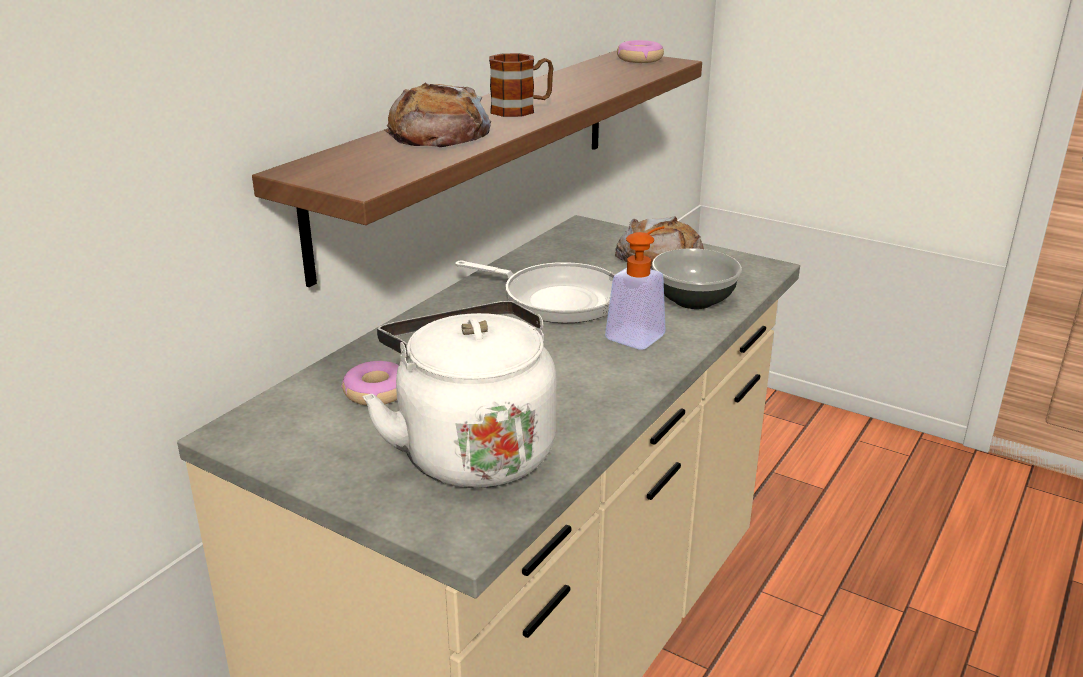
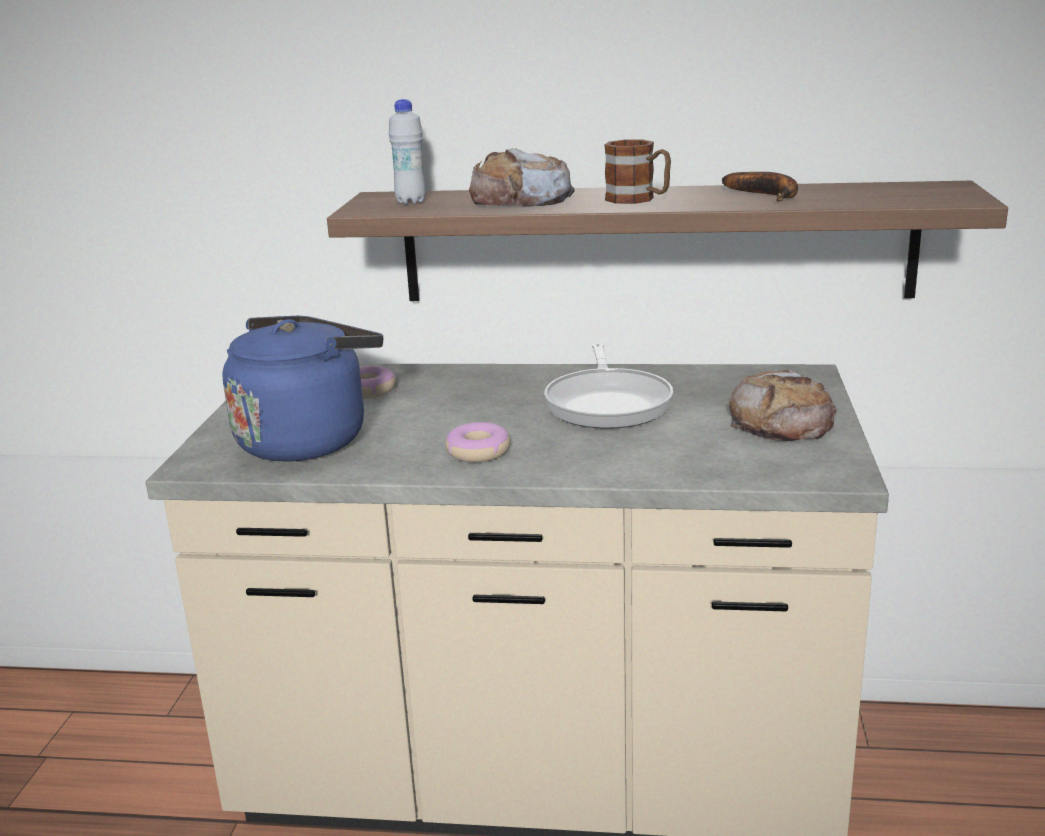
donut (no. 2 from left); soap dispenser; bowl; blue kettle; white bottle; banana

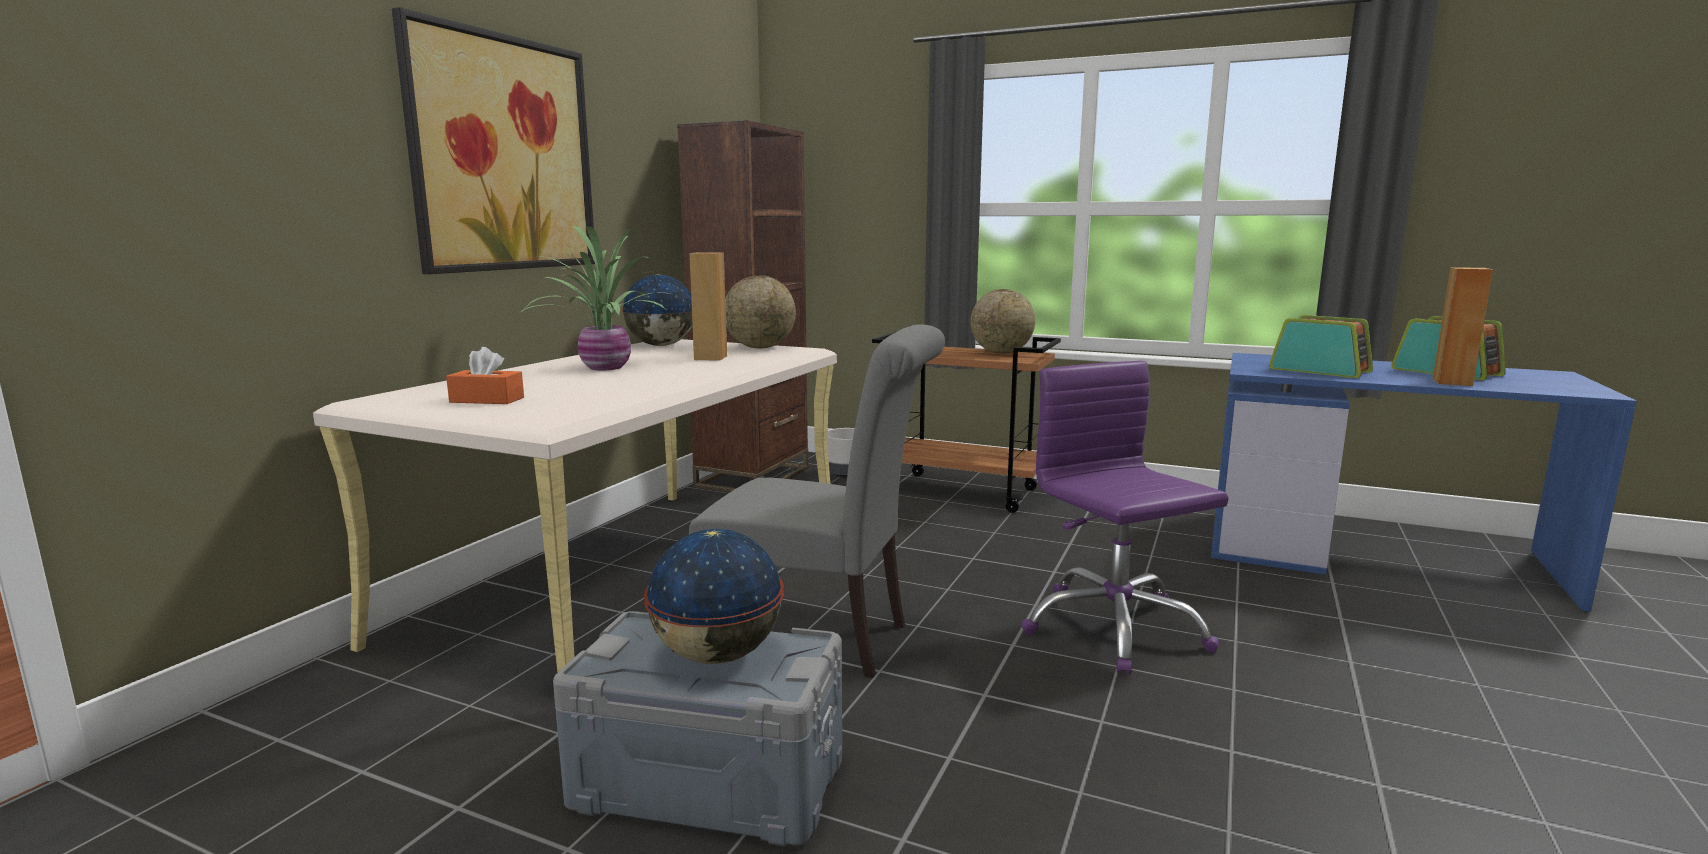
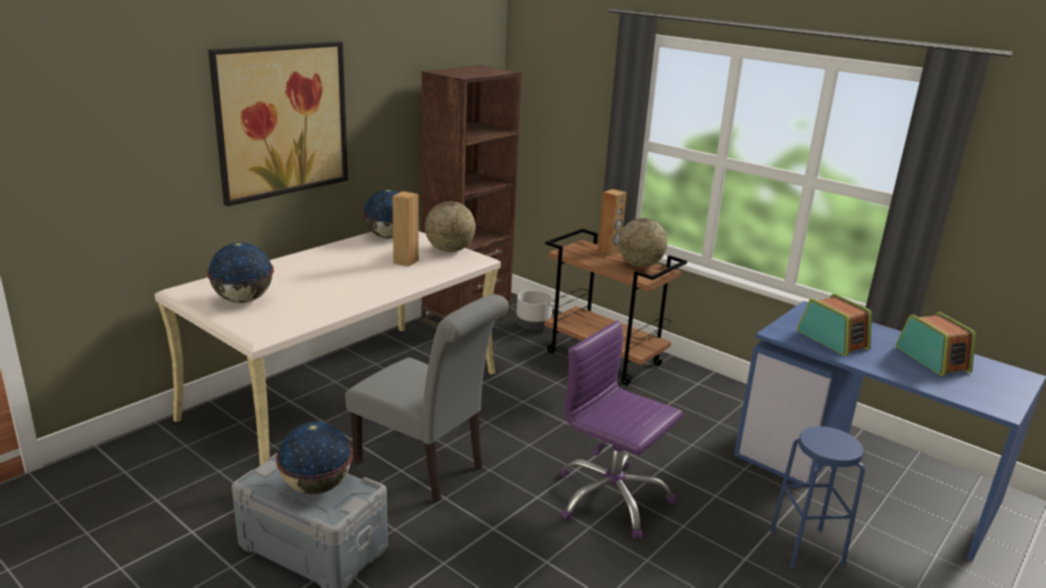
potted plant; brown speaker (no. 2 from left); globe (no. 1 from left); purple office chair; blue stool

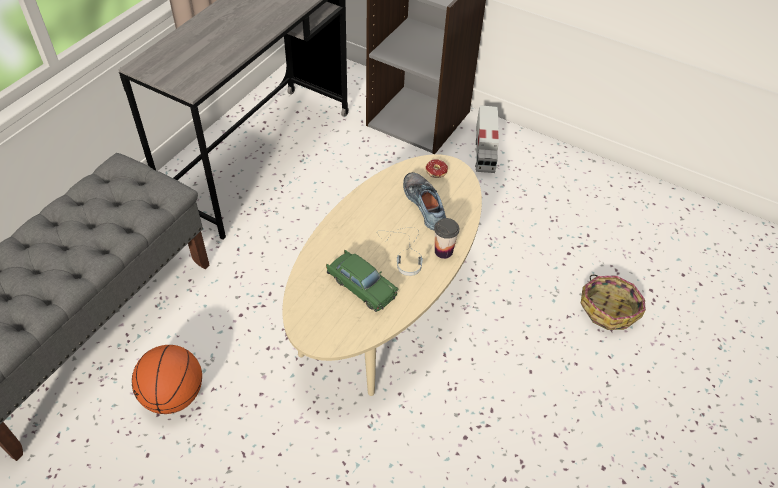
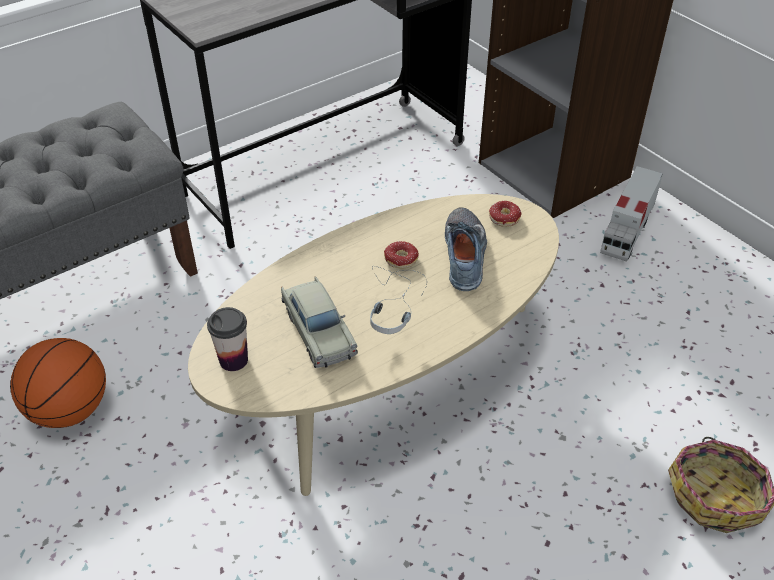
cup; beige toy car; donut (no. 1 from left)

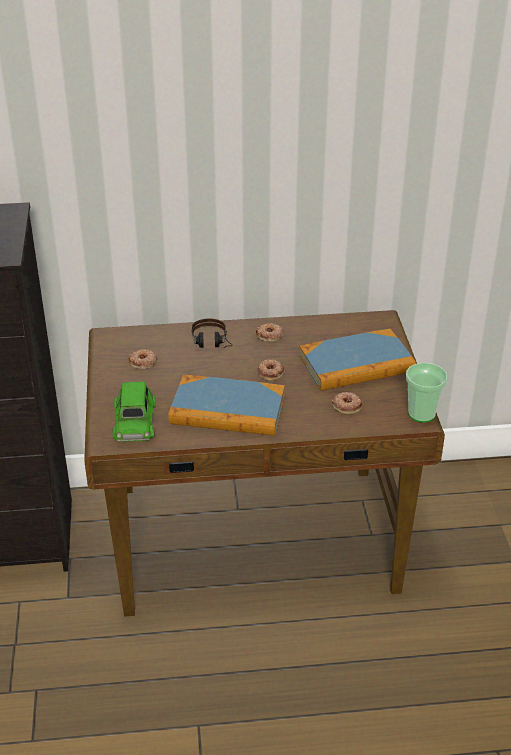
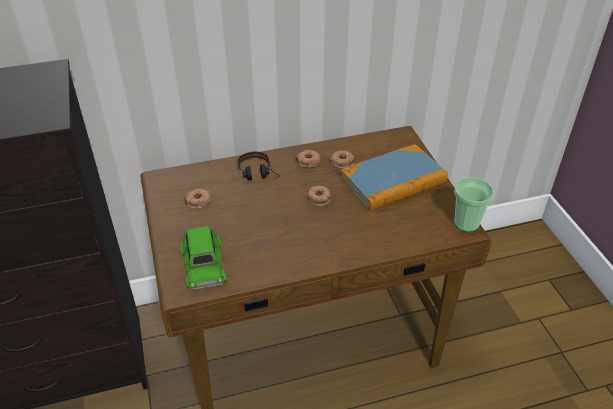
book (no. 1 from left in the first image); donut (no. 4 from left)

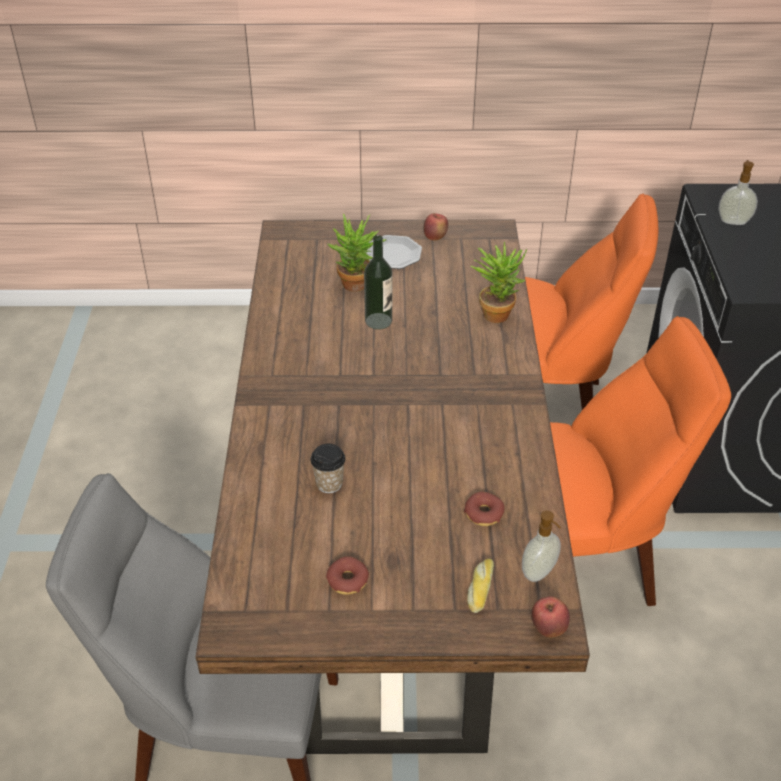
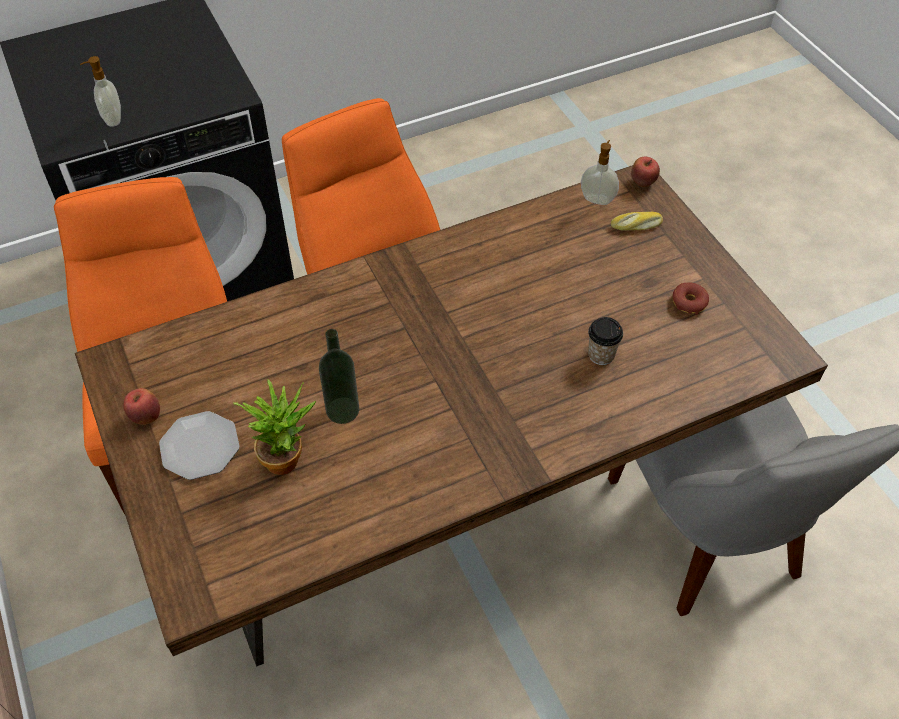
potted plant (no. 2 from left in the first image); donut (no. 2 from left in the first image)

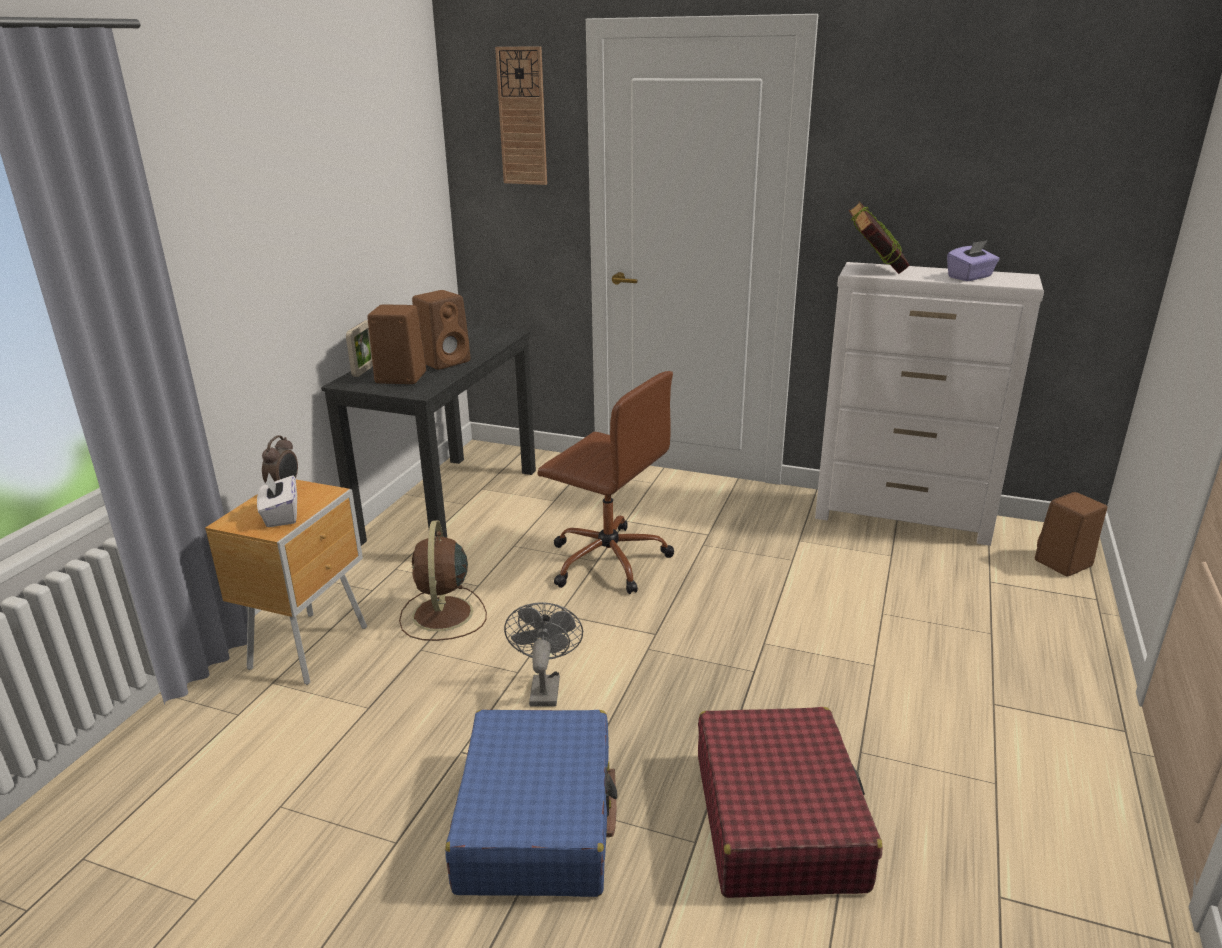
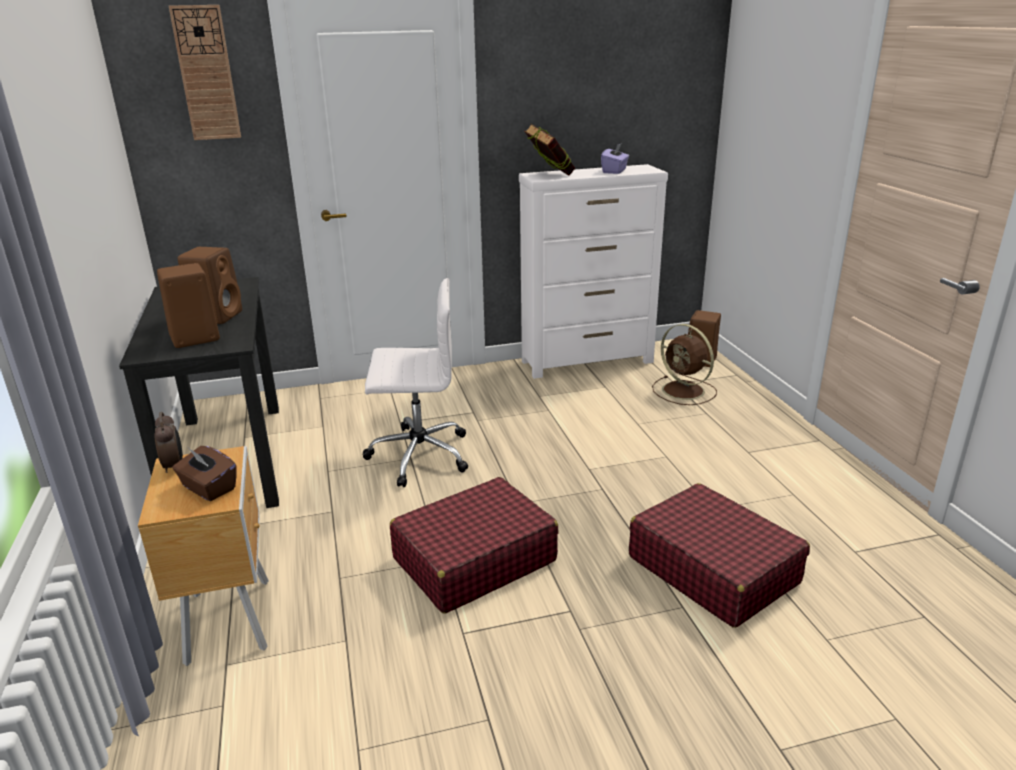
picture frame; white office chair; brown tissue box; brown fan; red suitcase (no. 1 from left); blue suitcase

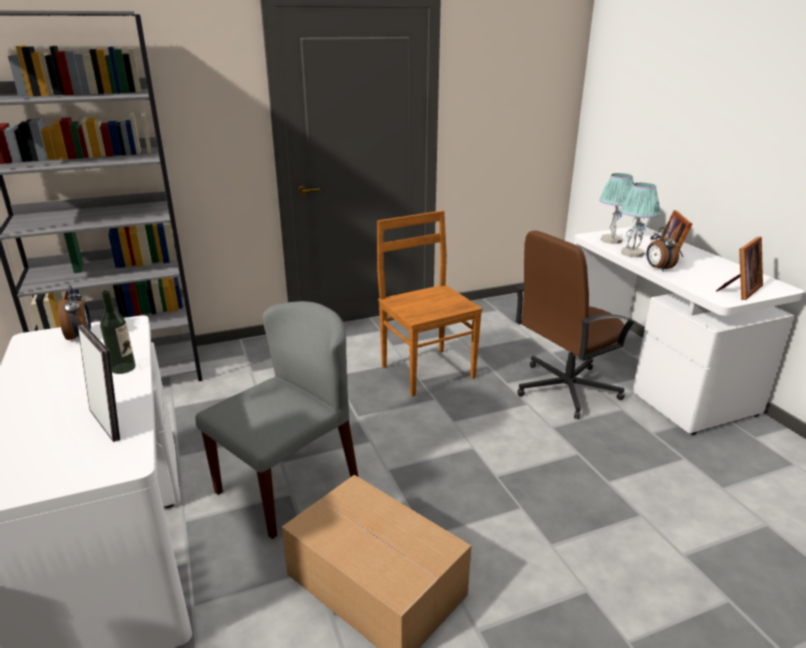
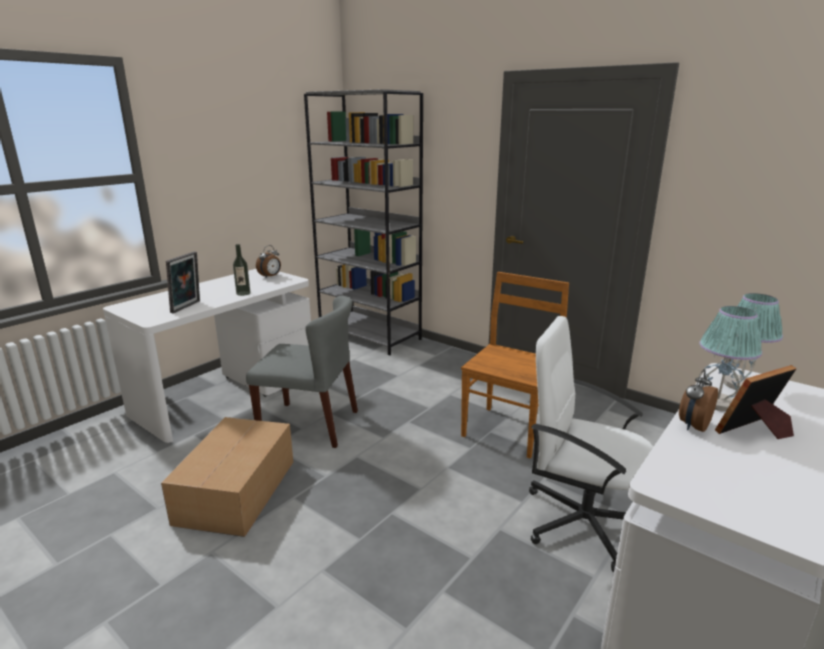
white office chair; picture frame (no. 3 from left in the first image)

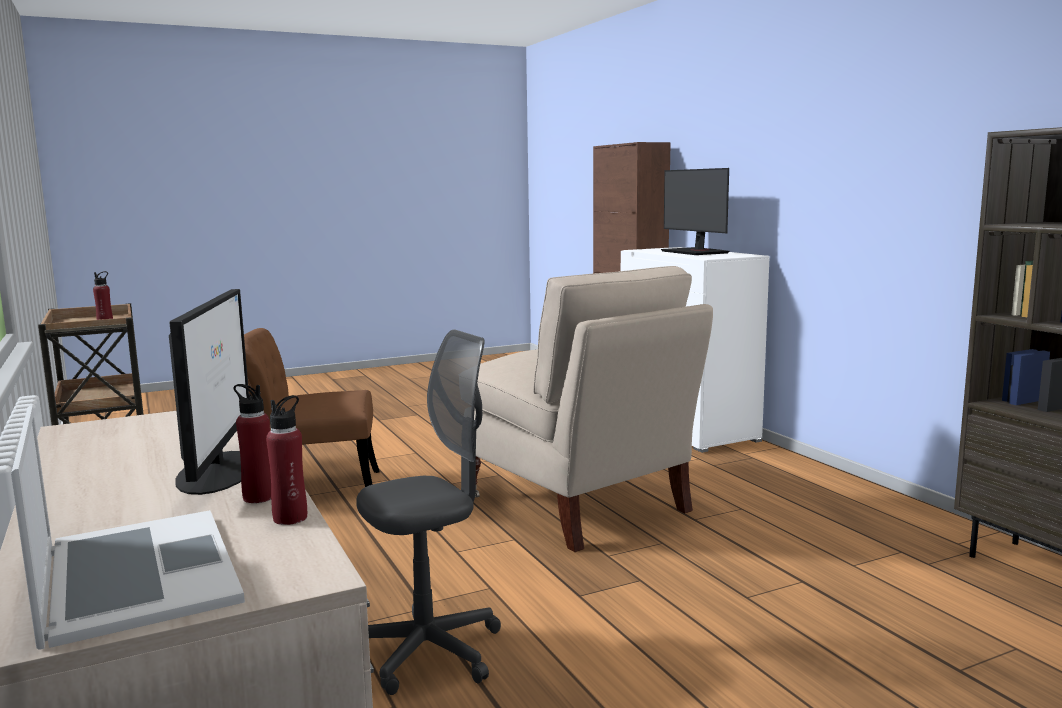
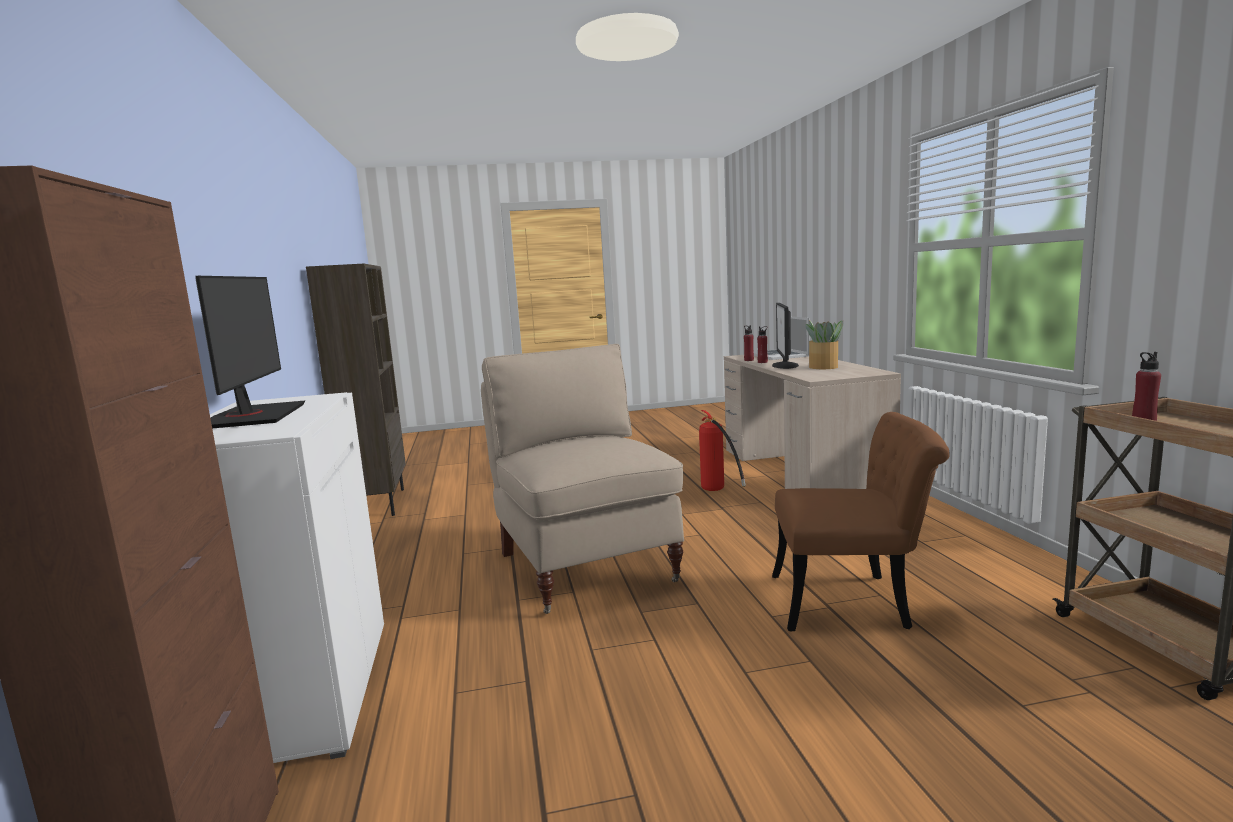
fire extinguisher; potted plant

